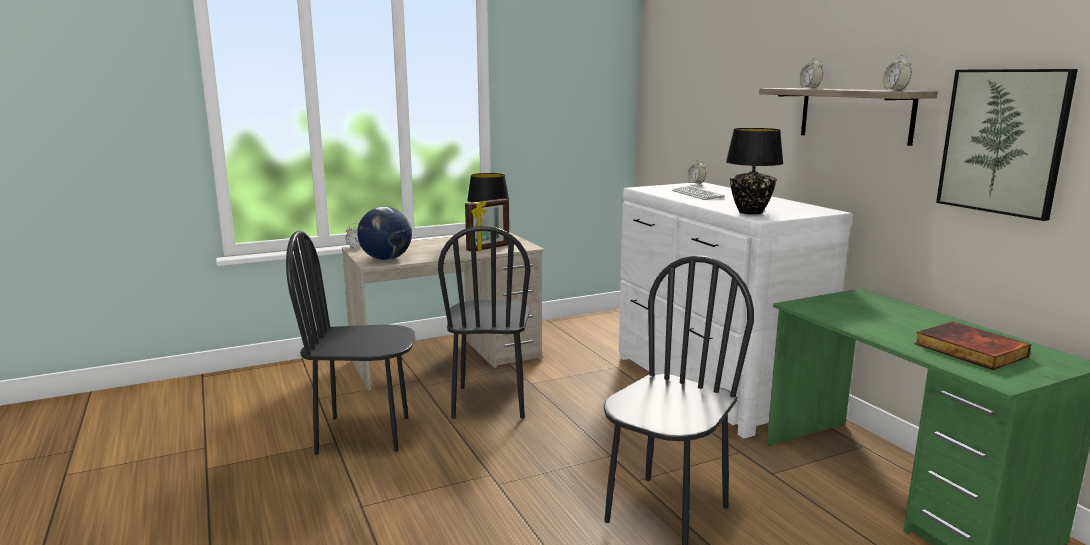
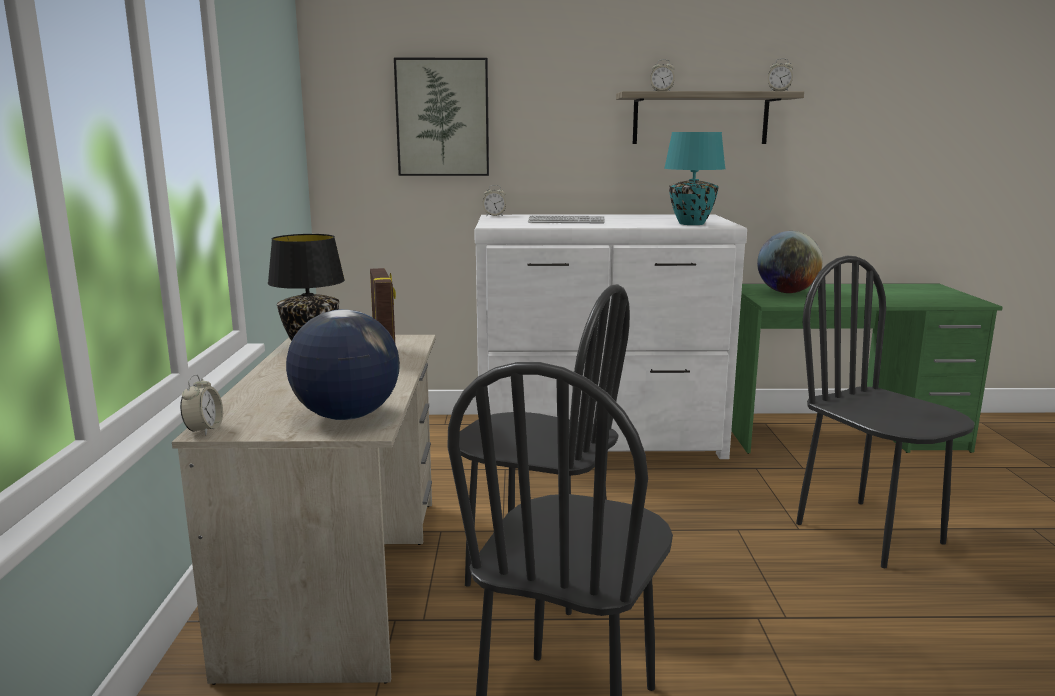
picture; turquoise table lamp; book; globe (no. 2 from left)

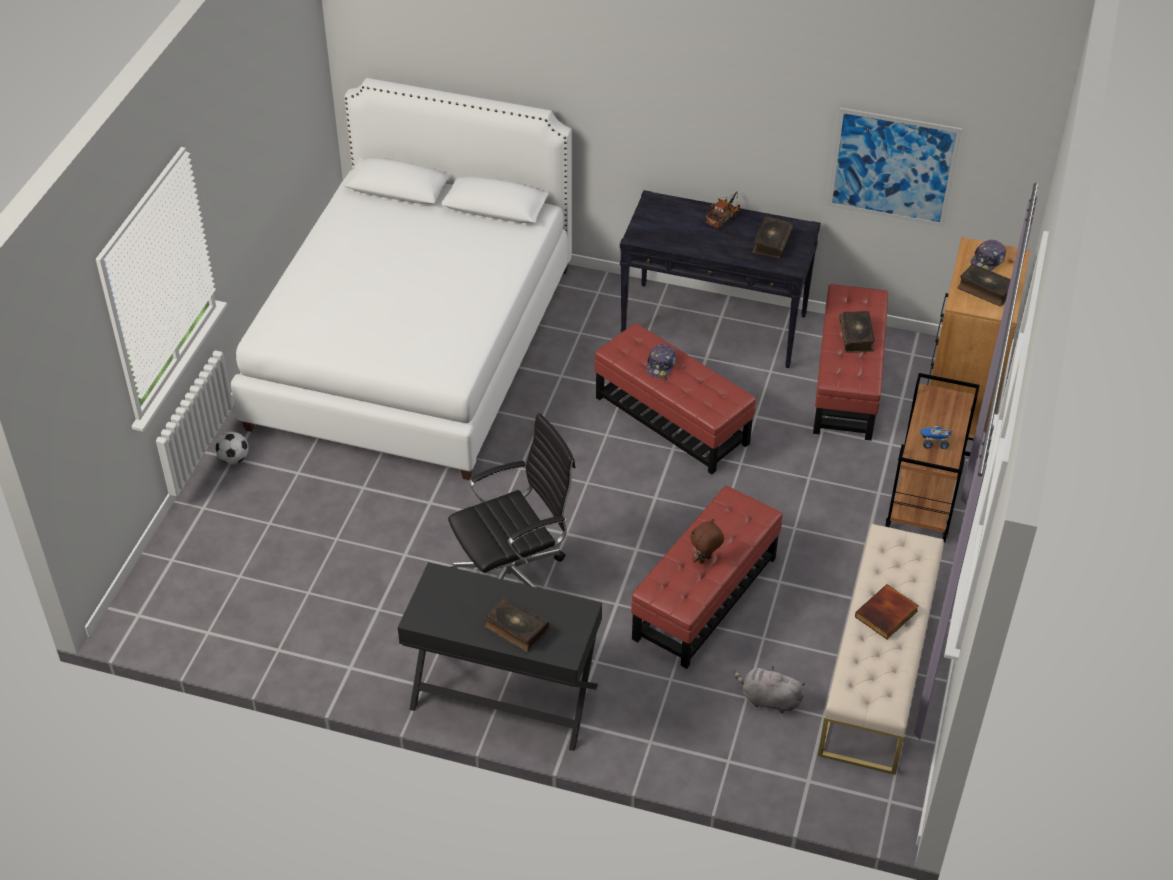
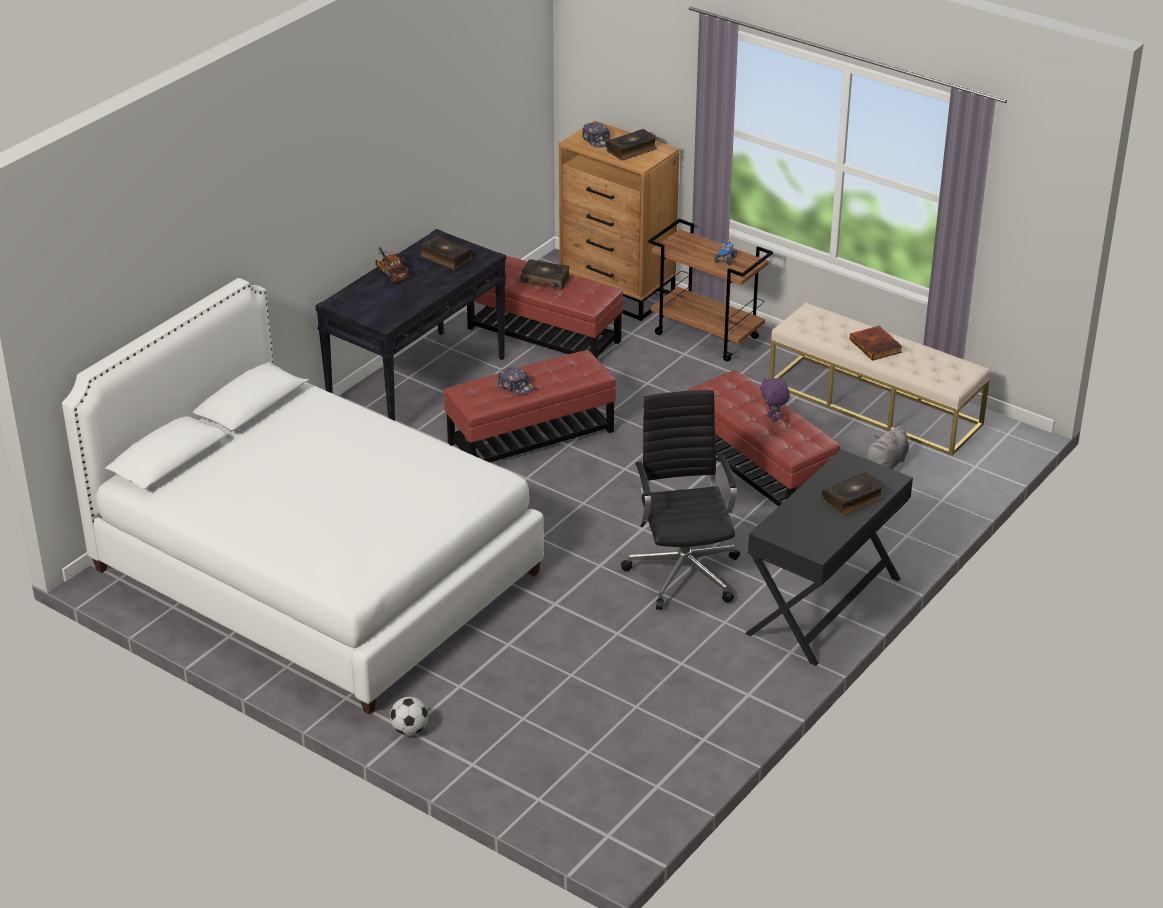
picture; purple plush toy

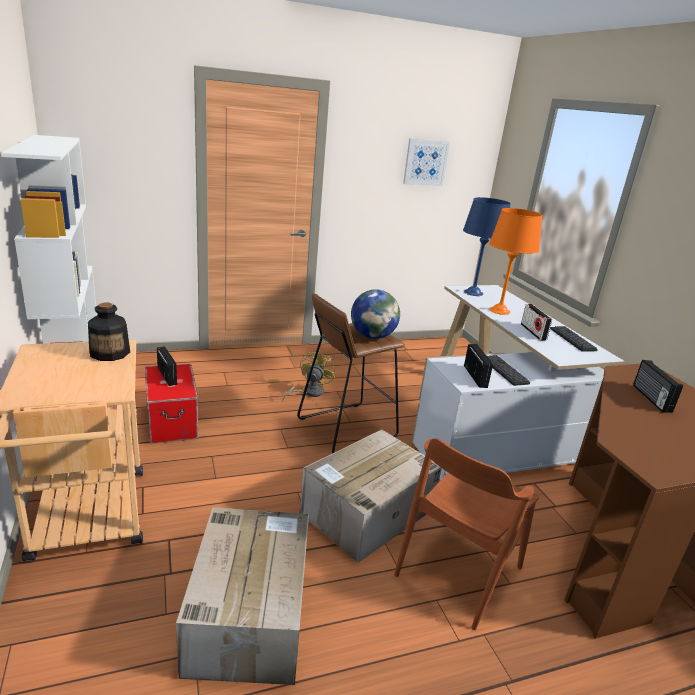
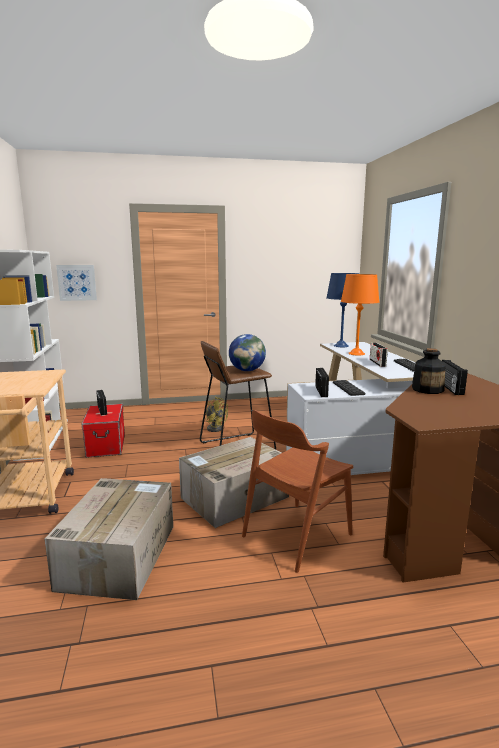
picture; bottle; yellow fan

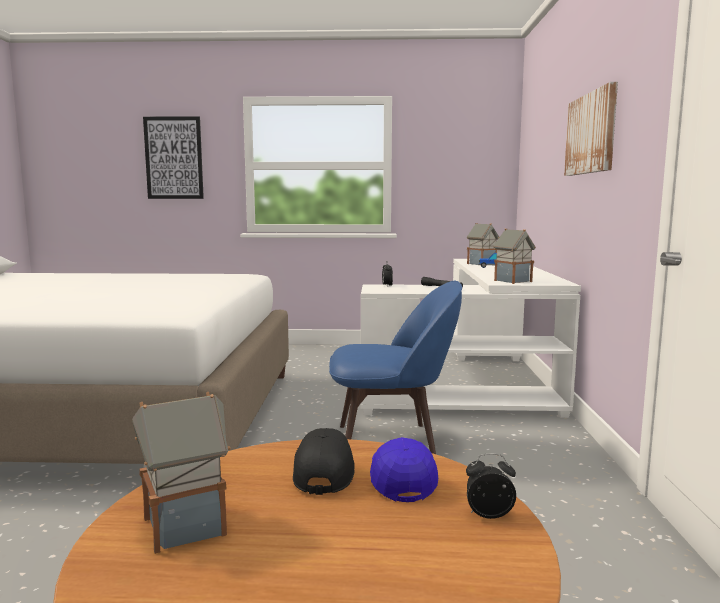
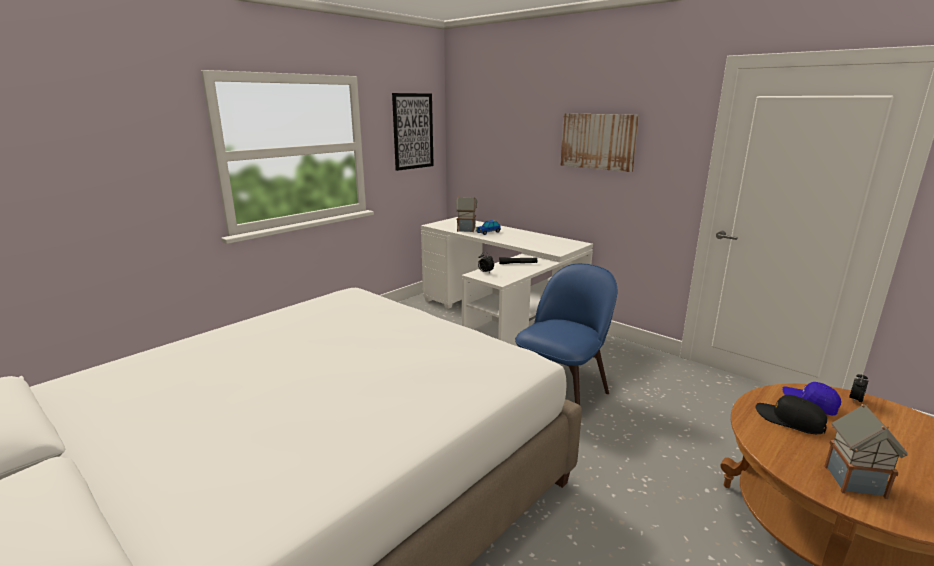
picture (no. 1 from left); toy house (no. 3 from left in the first image)

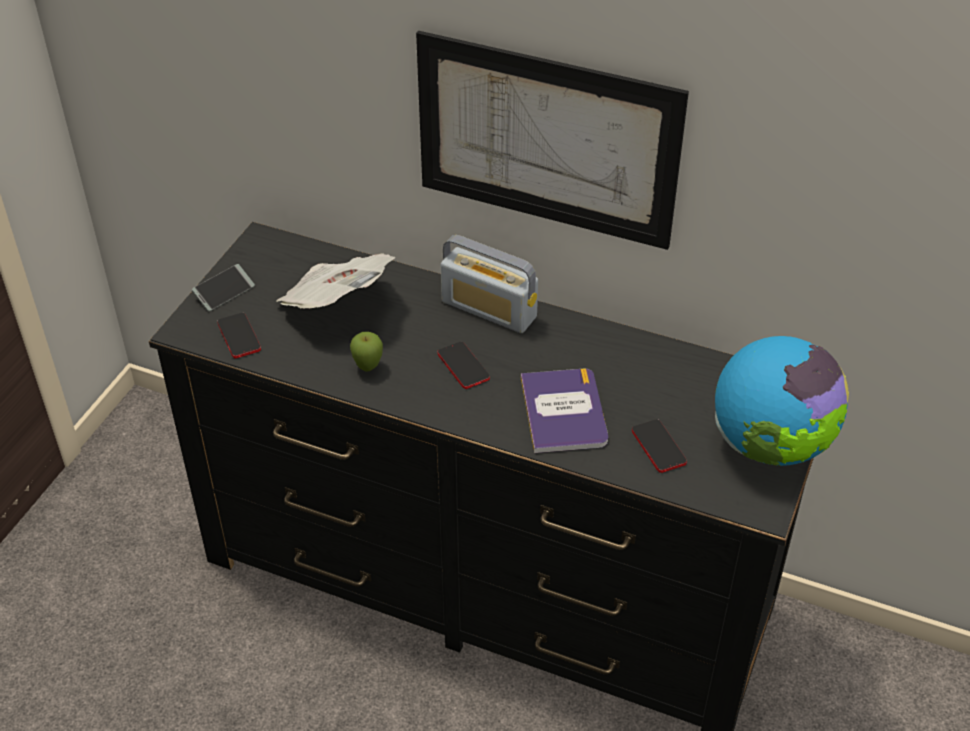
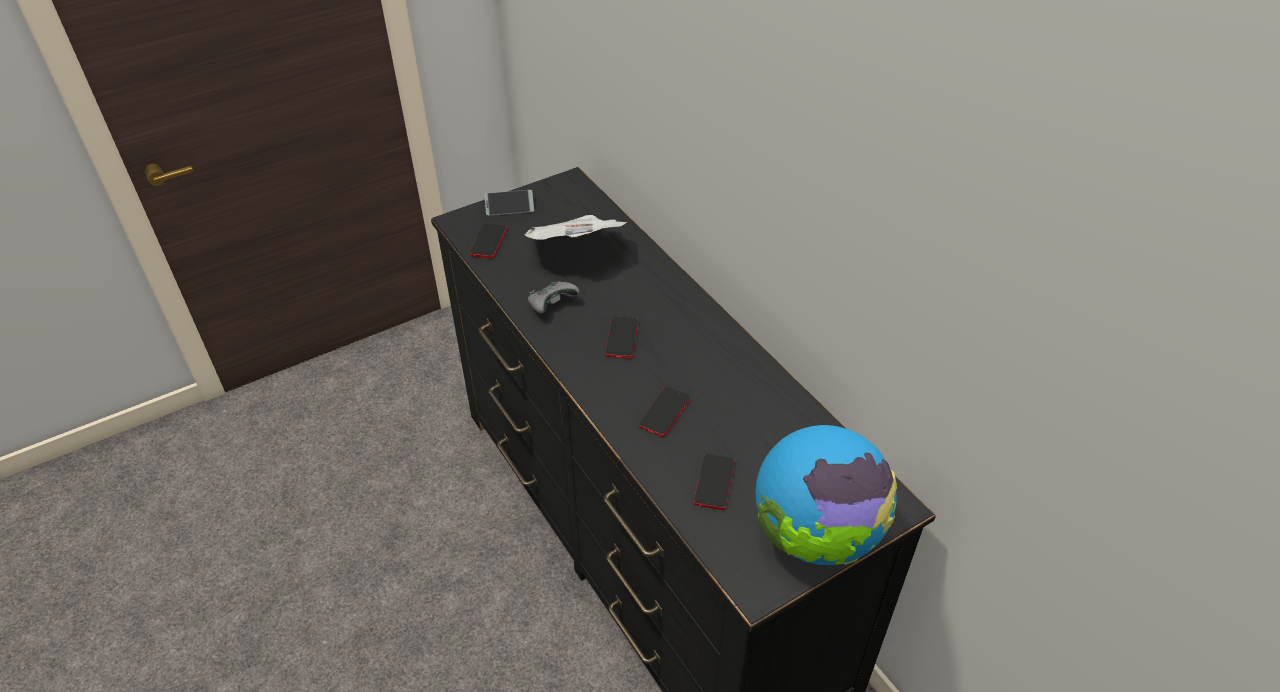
picture; radio; grey game controller; phone (no. 4 from left)

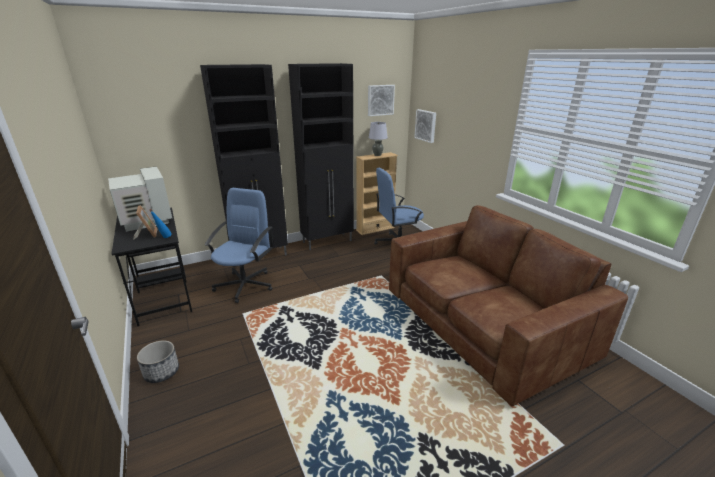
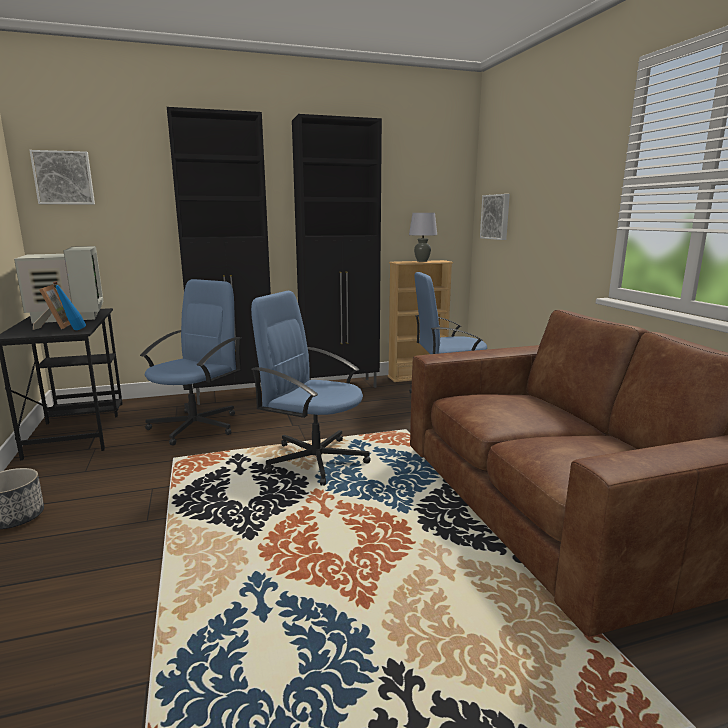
picture (no. 1 from left); blue office chair (no. 2 from left)

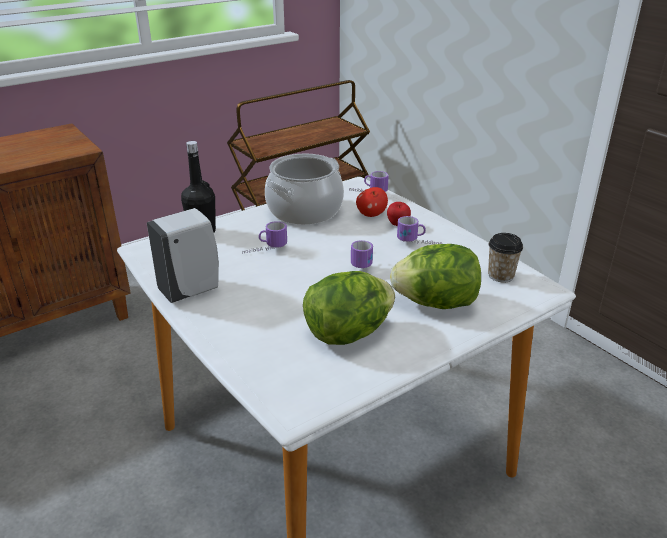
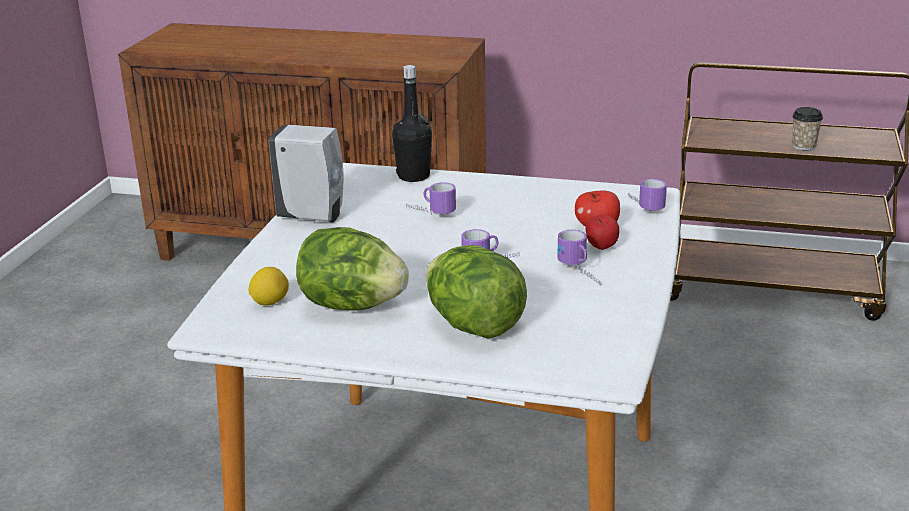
cooking pot; cup; lemon

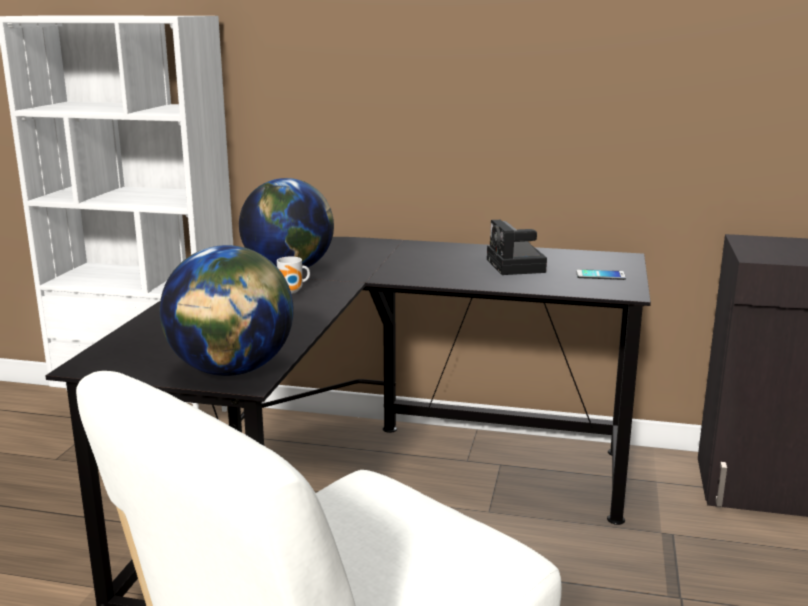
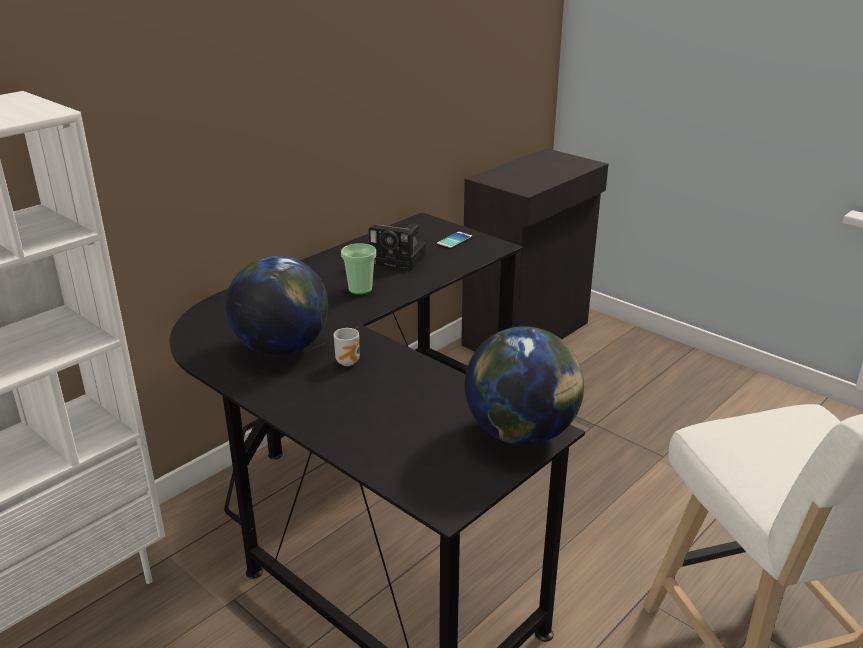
cup

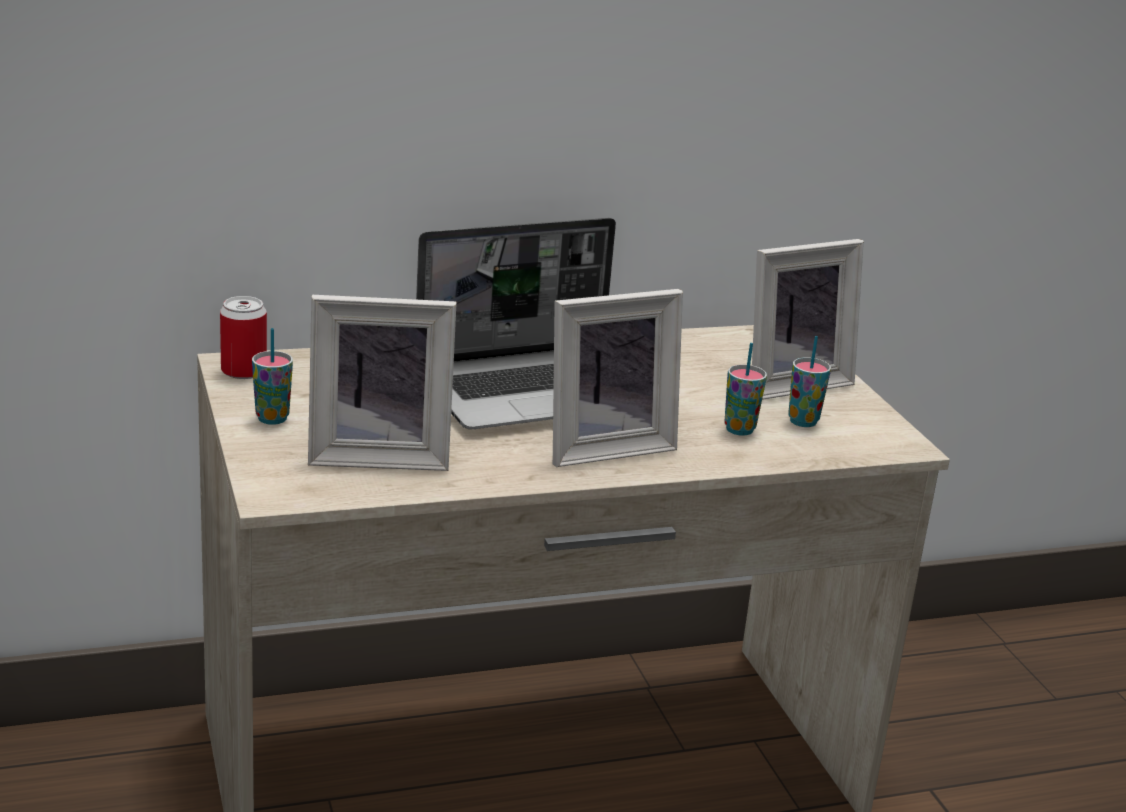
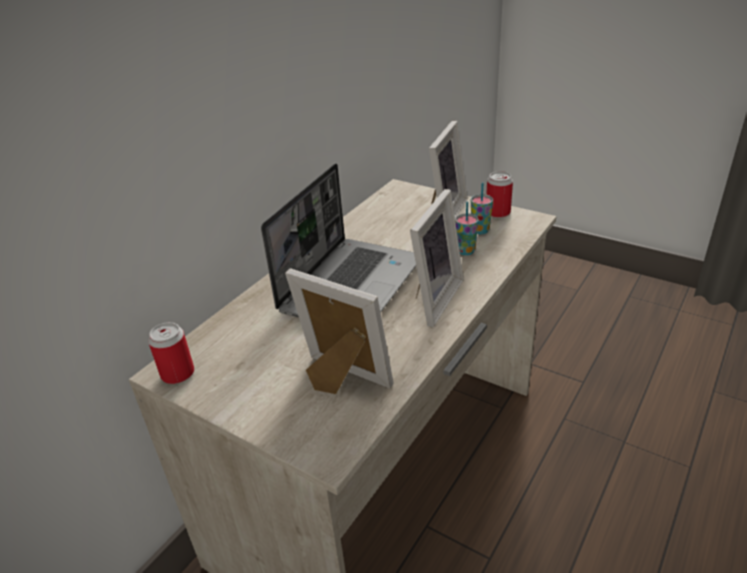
picture frame (no. 1 from left); cup (no. 1 from left in the first image); can (no. 2 from left)

